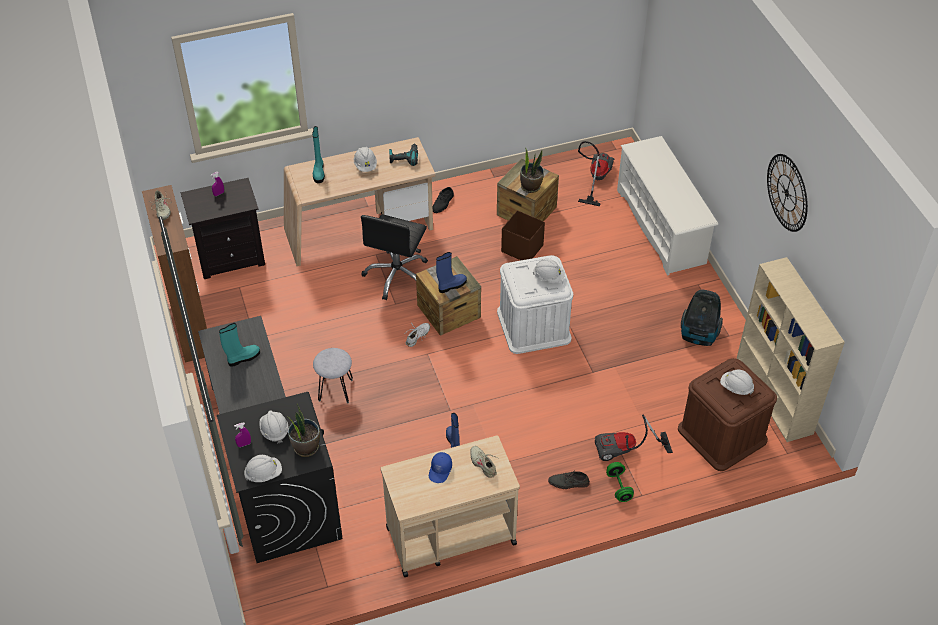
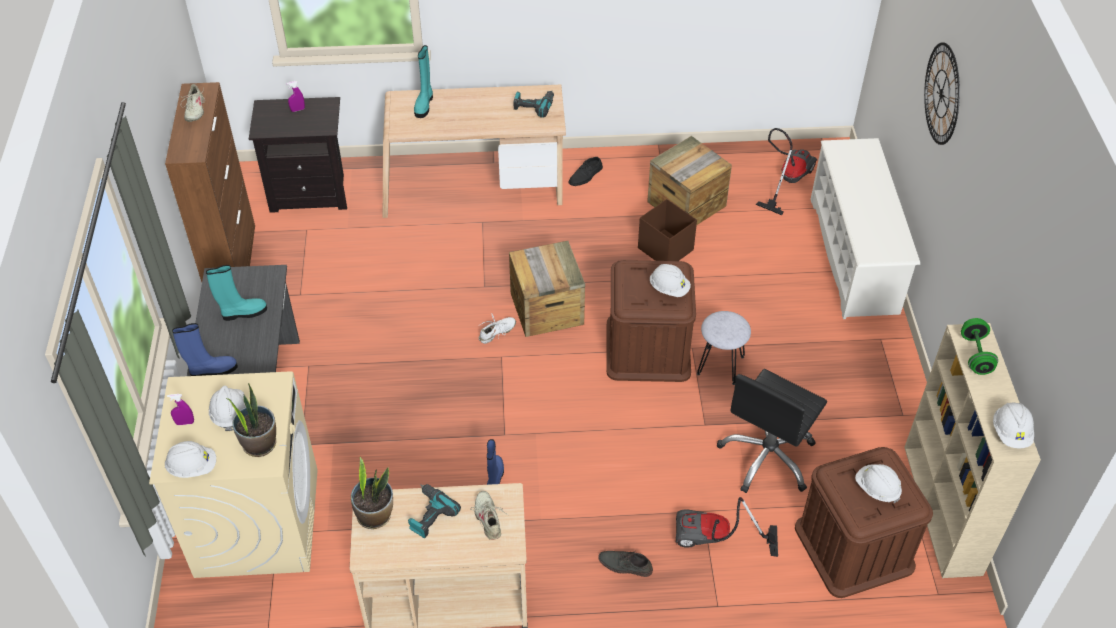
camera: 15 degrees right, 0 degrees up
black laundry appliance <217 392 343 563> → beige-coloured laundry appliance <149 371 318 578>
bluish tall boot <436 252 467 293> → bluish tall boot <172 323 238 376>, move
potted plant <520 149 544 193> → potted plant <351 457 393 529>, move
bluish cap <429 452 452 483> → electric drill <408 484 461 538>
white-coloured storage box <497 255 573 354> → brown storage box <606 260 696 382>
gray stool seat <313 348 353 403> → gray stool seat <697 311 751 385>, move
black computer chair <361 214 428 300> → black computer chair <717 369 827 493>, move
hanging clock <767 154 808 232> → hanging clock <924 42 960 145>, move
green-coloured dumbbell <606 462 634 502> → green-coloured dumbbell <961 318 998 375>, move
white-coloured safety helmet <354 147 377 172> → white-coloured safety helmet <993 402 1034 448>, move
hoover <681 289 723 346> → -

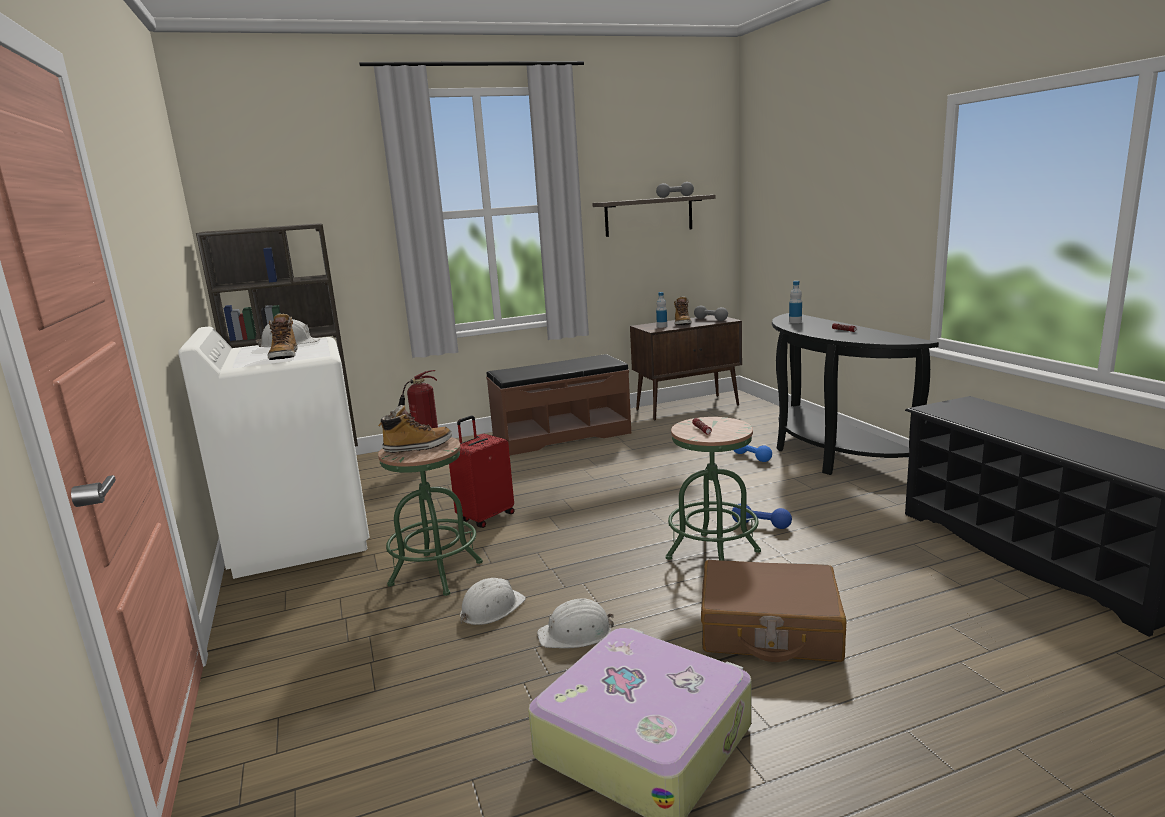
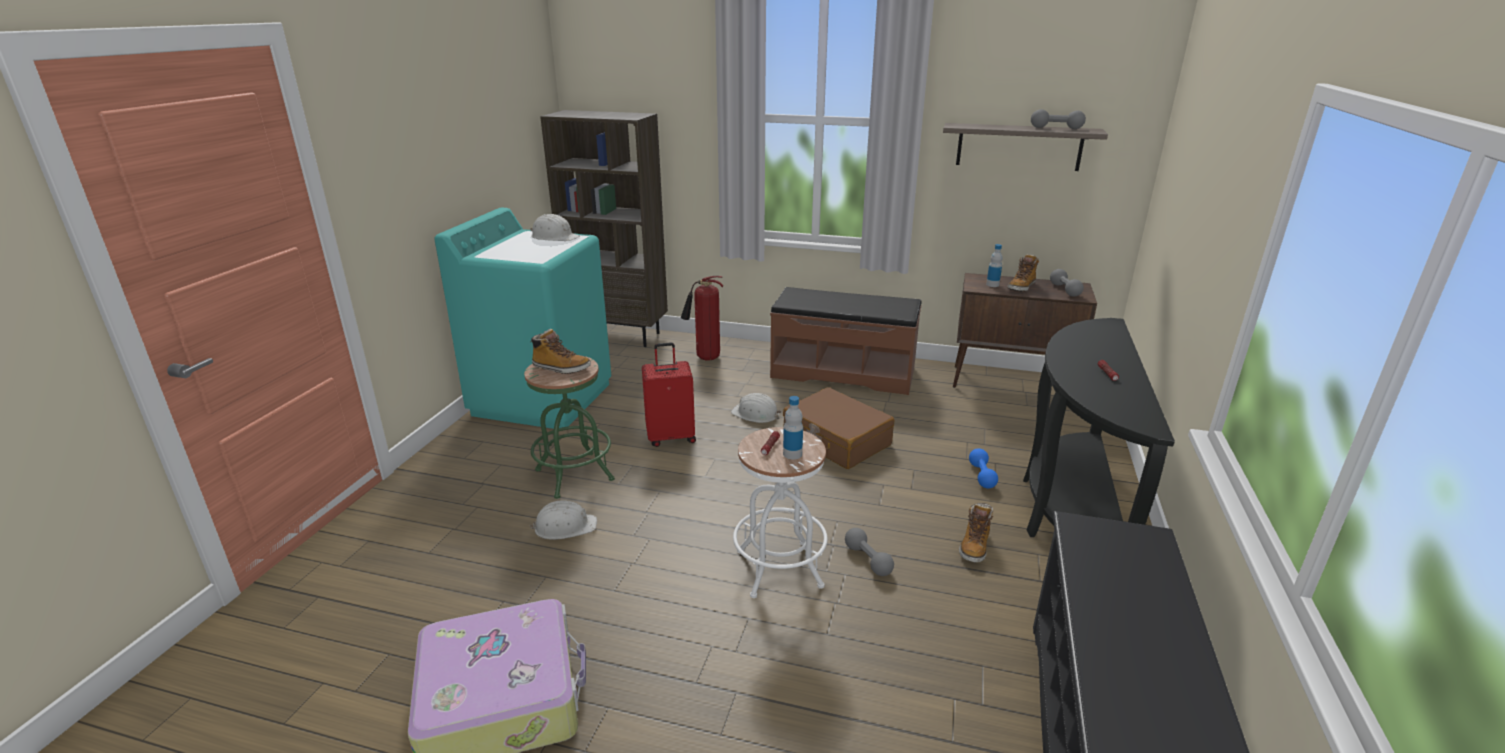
camera: 35 degrees right, 10 degrees up
white-coloured laundry appliance <178 327 369 579> → turquoise-coloured laundry appliance <434 208 611 429>
white-coloured safety helmet <537 598 614 648> → white-coloured safety helmet <731 393 782 423>, move
green-coloured stool seat <666 417 761 561> → white-coloured stool seat <733 427 828 598>
brown piece of luggage <701 560 846 662> → brown piece of luggage <783 387 894 469>, move
drink bottle <789 281 802 323> → drink bottle <783 396 803 460>, move
bluish dumbbell <732 503 792 529> → gray dumbbell <845 528 894 576>
tall boot <268 313 298 360> → tall boot <959 503 993 563>, move

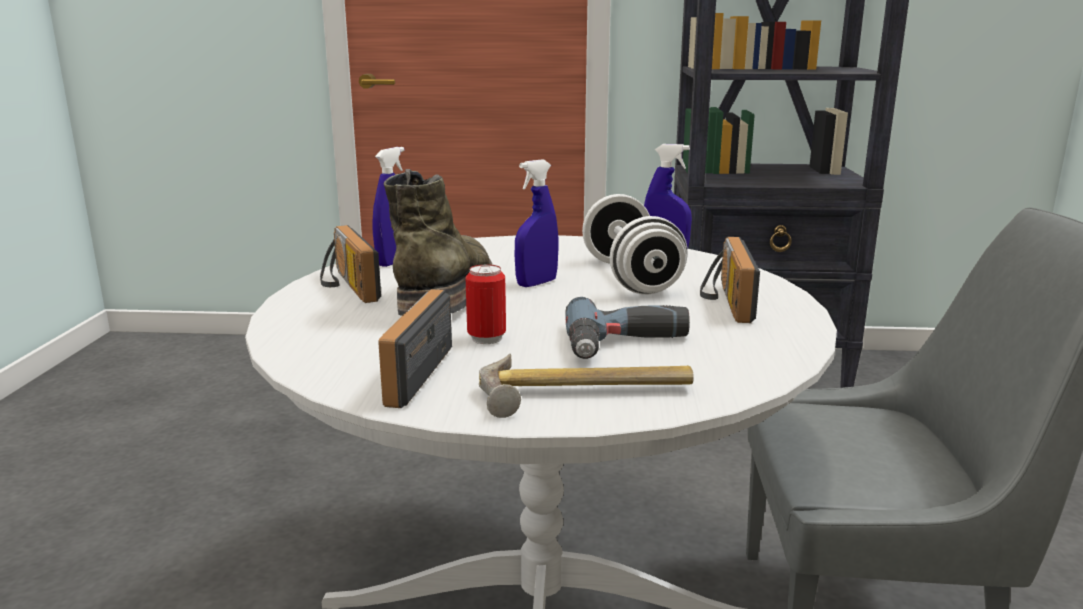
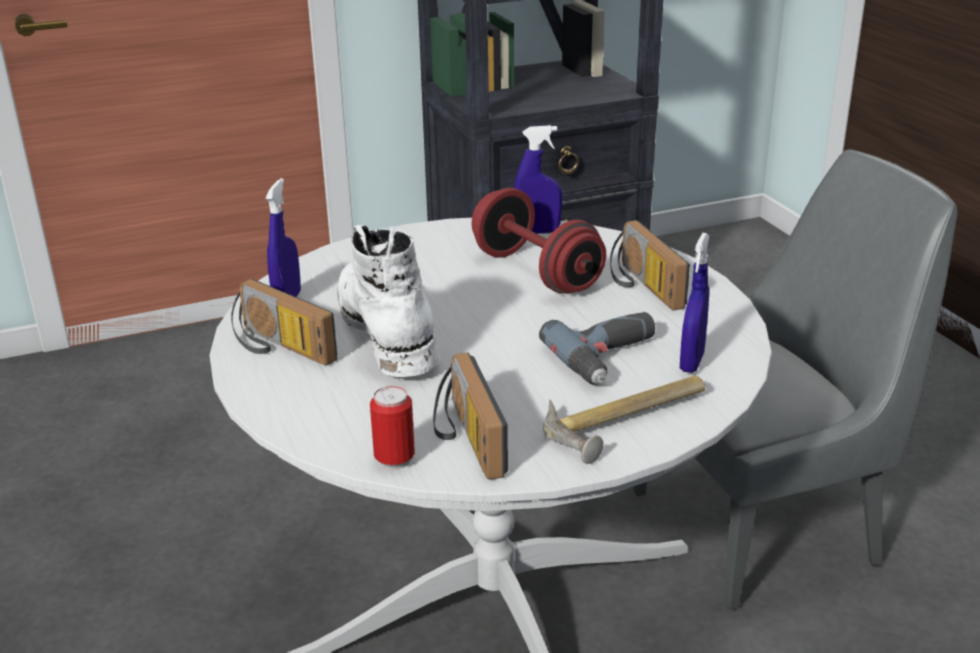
camera: 25 degrees left, 10 degrees up
green-coloured tall boot <384 169 492 316> → white-coloured tall boot <337 225 440 377>
metal can <465 264 506 344> → metal can <370 386 415 470>, move
white-coloured dumbbell <582 194 688 294> → red-coloured dumbbell <472 188 606 294>
bluish spray bottle <515 159 559 287> → bluish spray bottle <680 233 710 373>, move

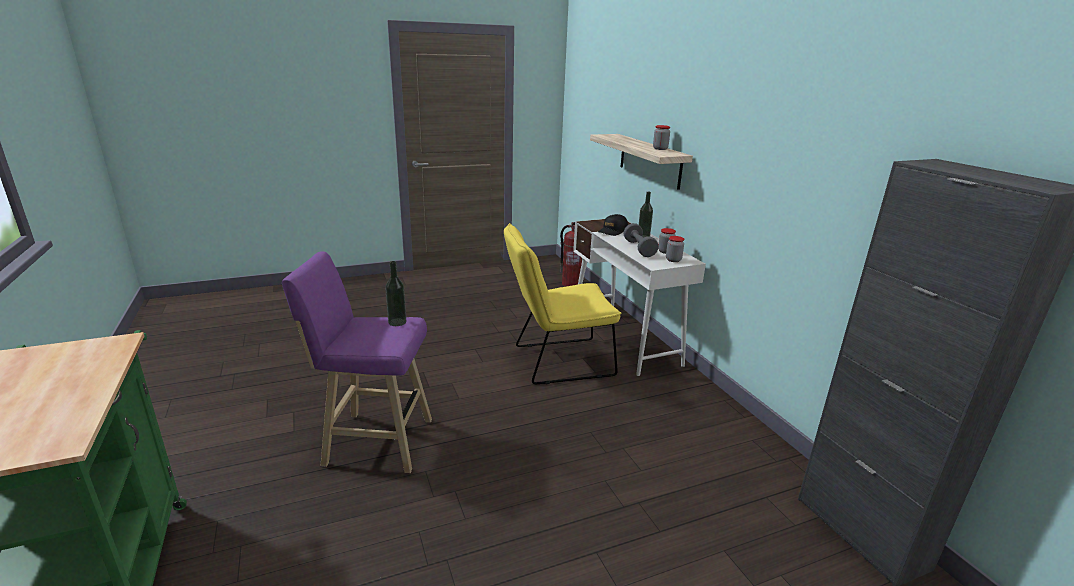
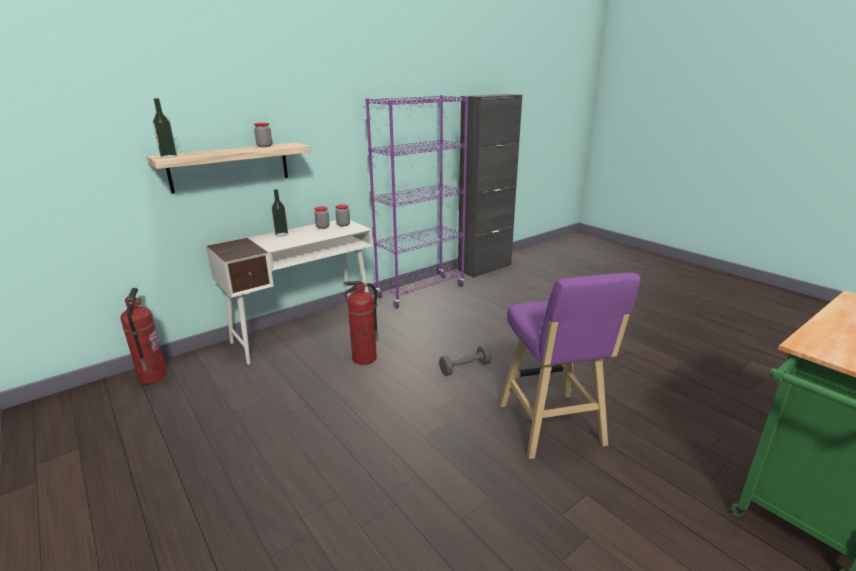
camera: 105 degrees left, 0 degrees up
drink bottle <385 261 406 326> → drink bottle <153 98 177 158>, move
yellow-coloured chair <504 223 622 384> → extinguisher <343 281 378 365>
- → purplish shelving unit <366 95 468 309>
gray dumbbell <623 223 659 257> → gray dumbbell <439 345 491 376>, move
black cap <598 214 628 236> → -

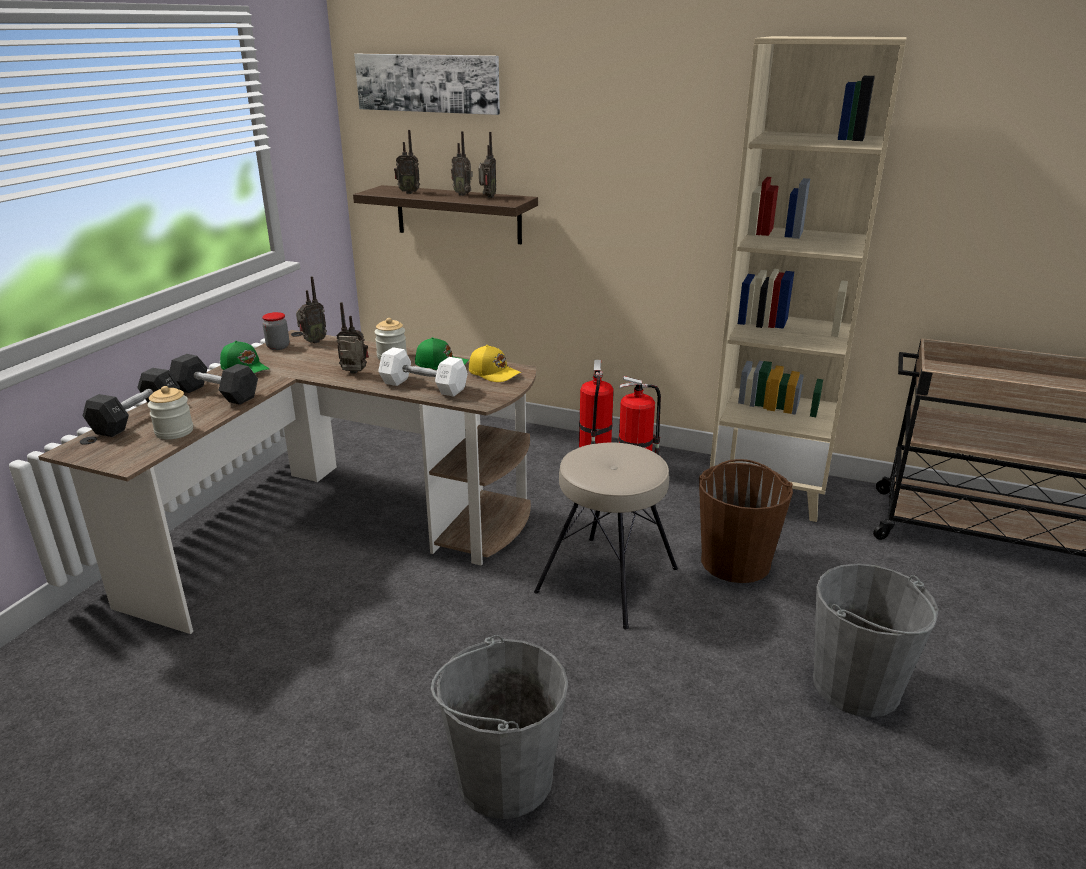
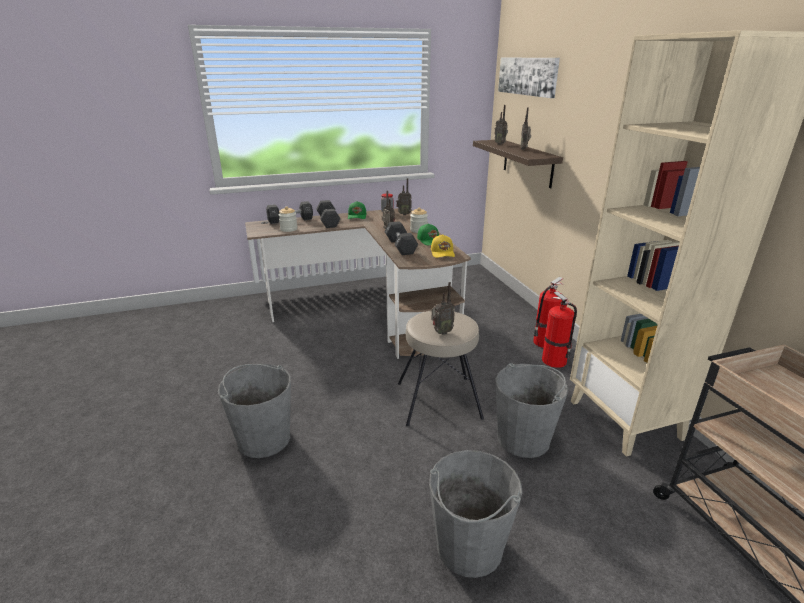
camera: 50 degrees right, 0 degrees up
white-coloured dumbbell <378 347 468 397> → black dumbbell <384 221 418 255>
radio set <479 132 496 198> → radio set <431 282 455 335>, move
brown water bucket <699 459 793 583> → gray water bucket <496 363 568 458>

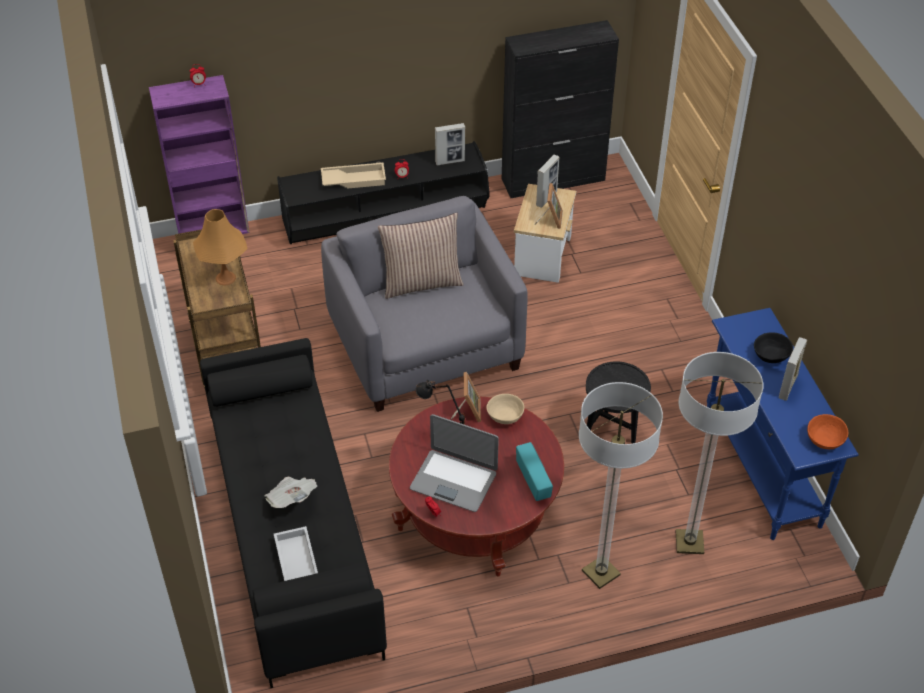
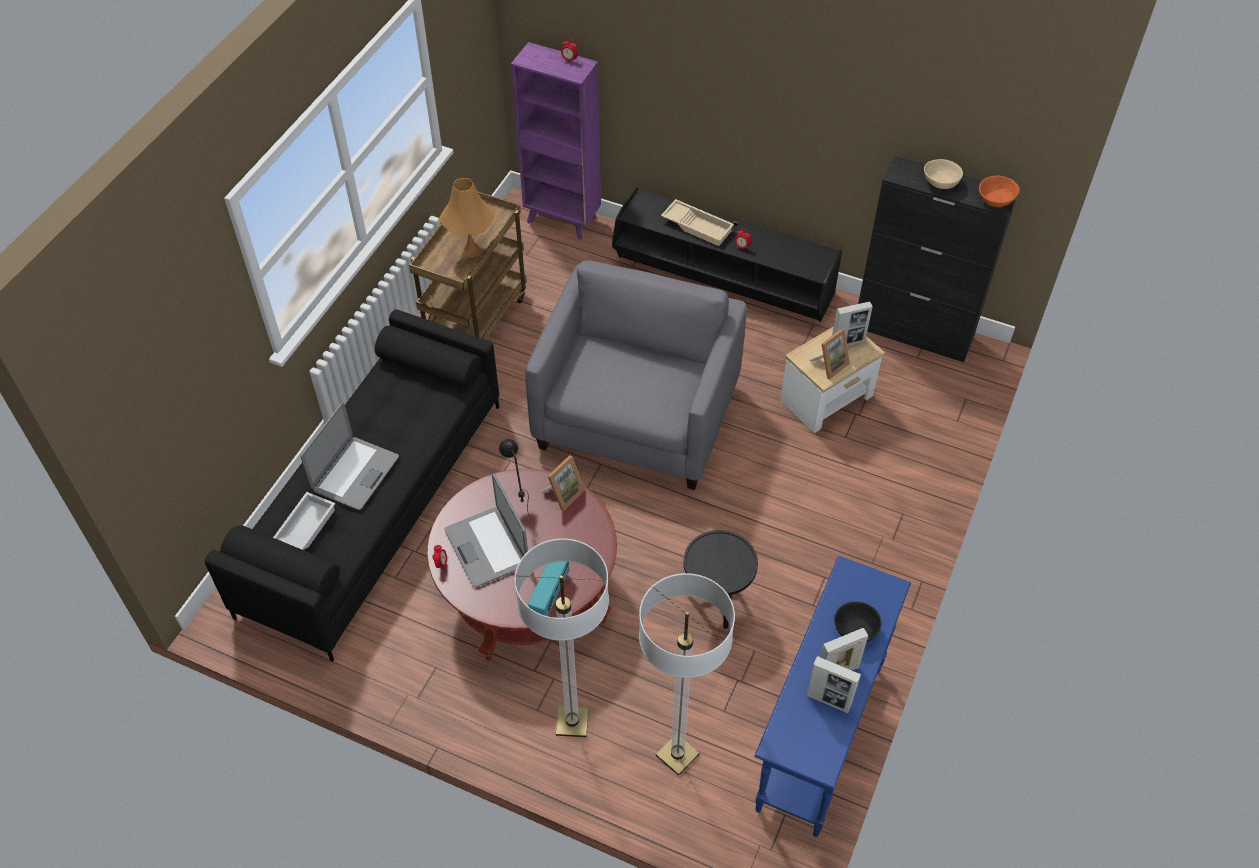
camera: 40 degrees right, 5 degrees up
printed paper <264 477 317 508> → laptop <300 403 399 510>
picture frame <435 123 465 166> → picture frame <806 656 861 713>, move
beige-coloured bowl <487 394 524 424> → beige-coloured bowl <924 159 963 189>, move
orangey bowl <807 414 848 449> → orangey bowl <979 176 1020 207>, move
cushion <378 213 463 299> → -

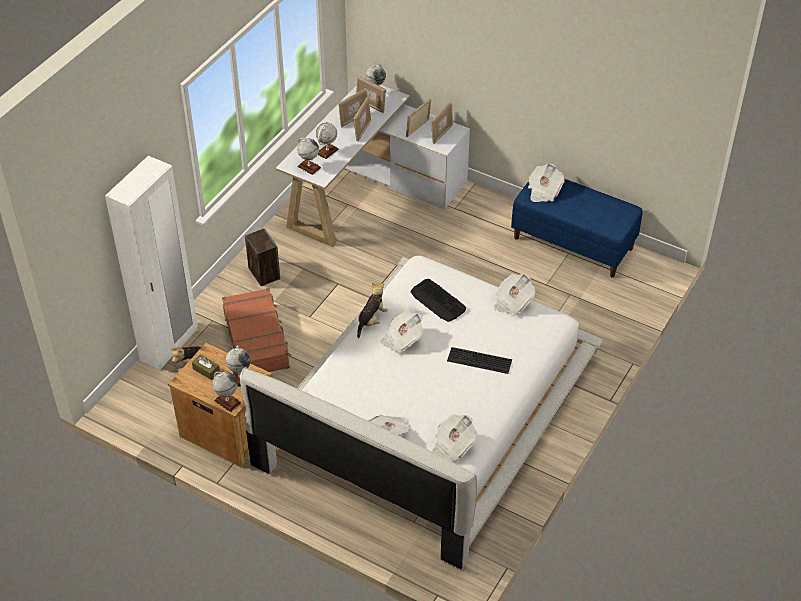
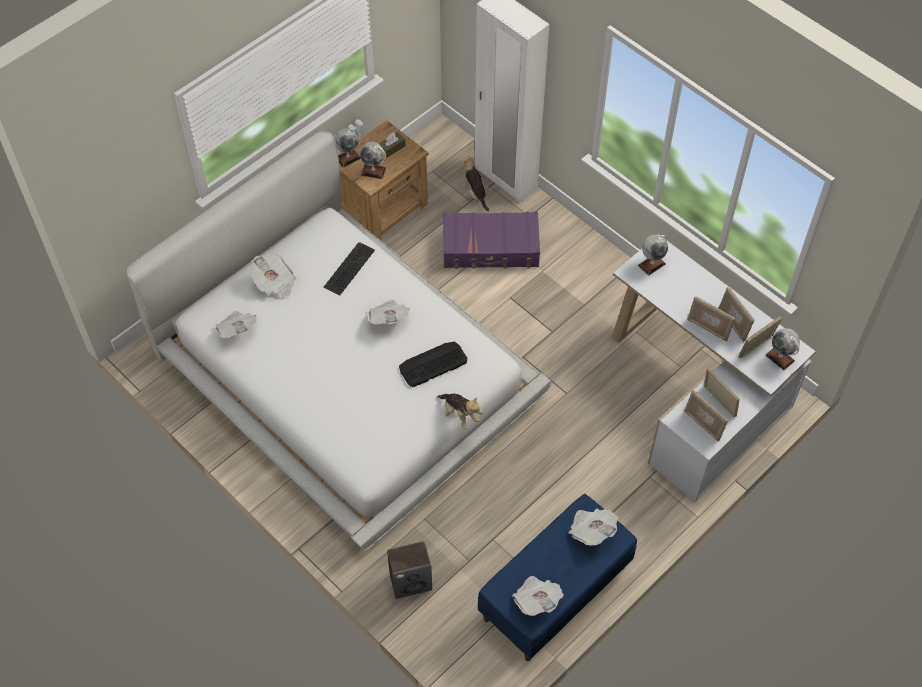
camera: 105 degrees right, 10 degrees up
keyboard <447 347 512 374> → keyboard <323 242 375 295>, move
speaker <245 228 280 286> → speaker <387 541 432 599>, move
soft toy <357 283 388 338> → soft toy <437 394 483 429>, move
brown piece of luggage <222 288 292 372> → purplish piece of luggage <443 212 540 269>
printed paper <494 274 535 315> → printed paper <512 576 564 616>, move
world globe <316 123 339 159> → -

